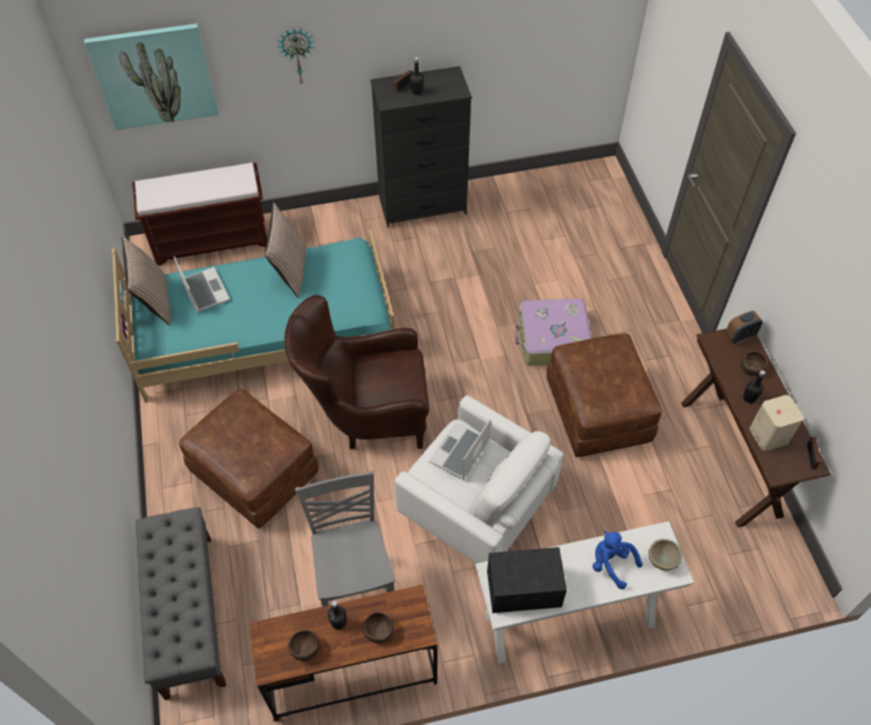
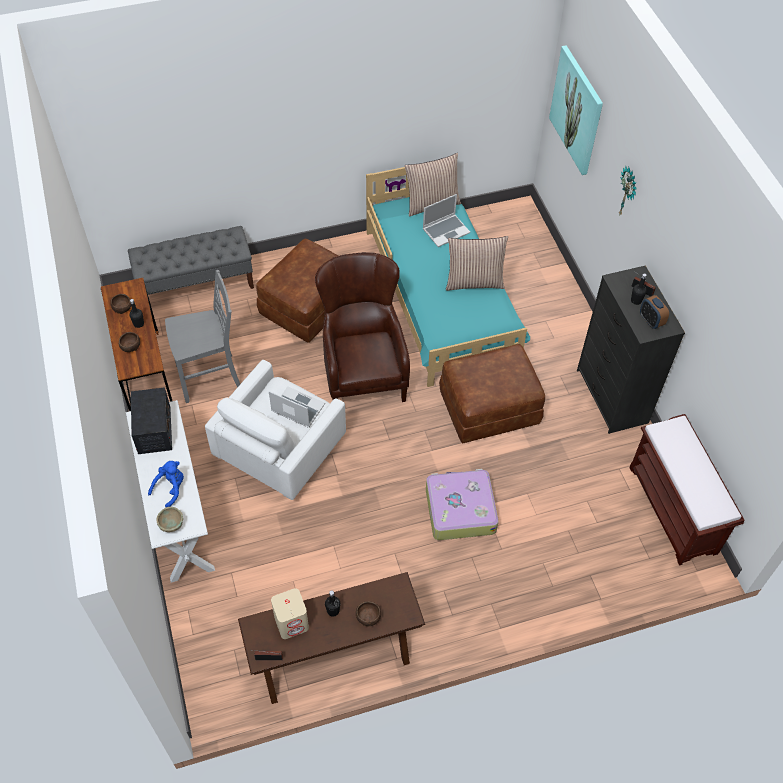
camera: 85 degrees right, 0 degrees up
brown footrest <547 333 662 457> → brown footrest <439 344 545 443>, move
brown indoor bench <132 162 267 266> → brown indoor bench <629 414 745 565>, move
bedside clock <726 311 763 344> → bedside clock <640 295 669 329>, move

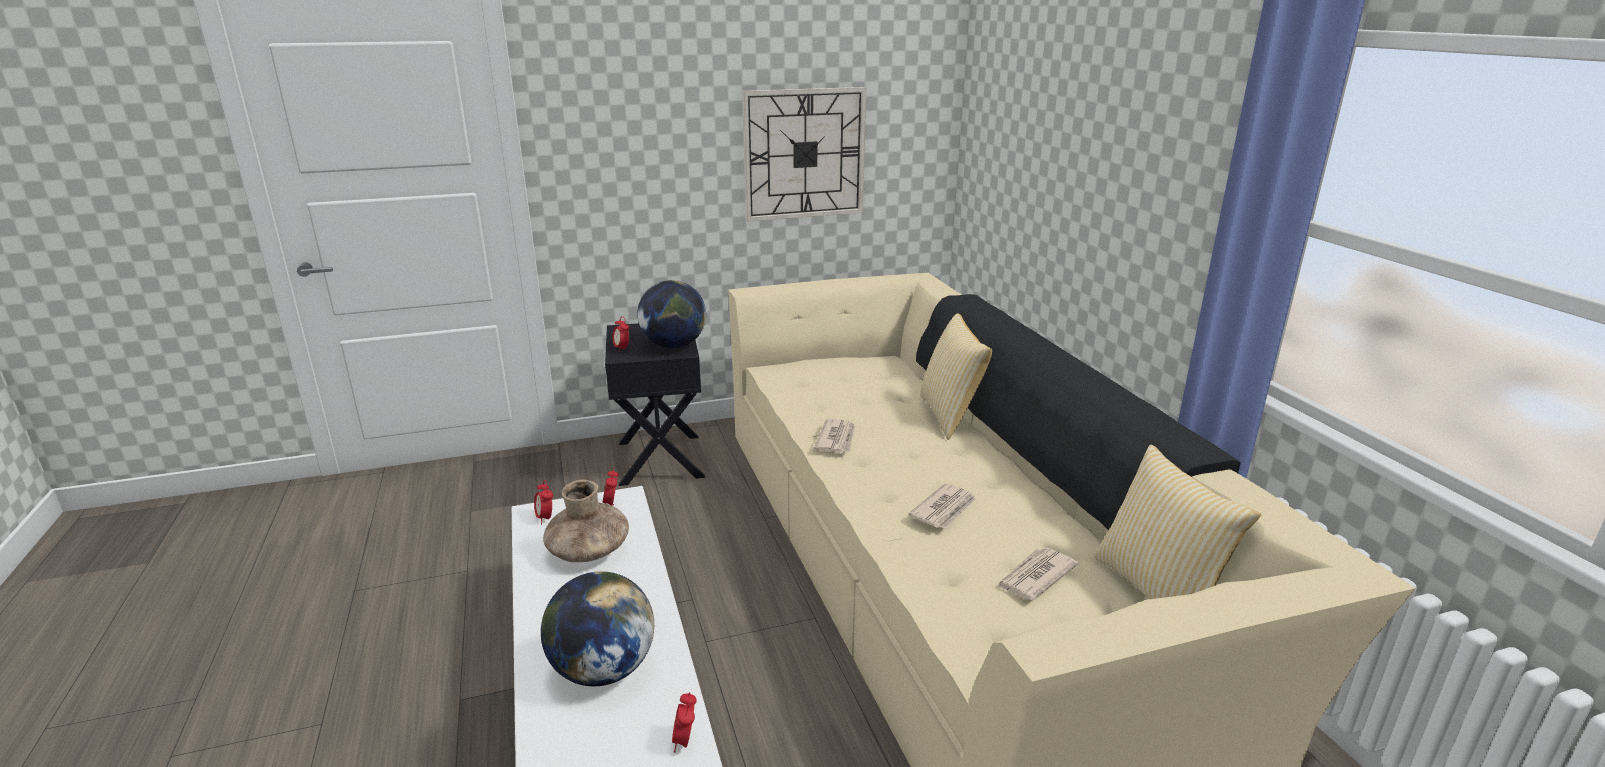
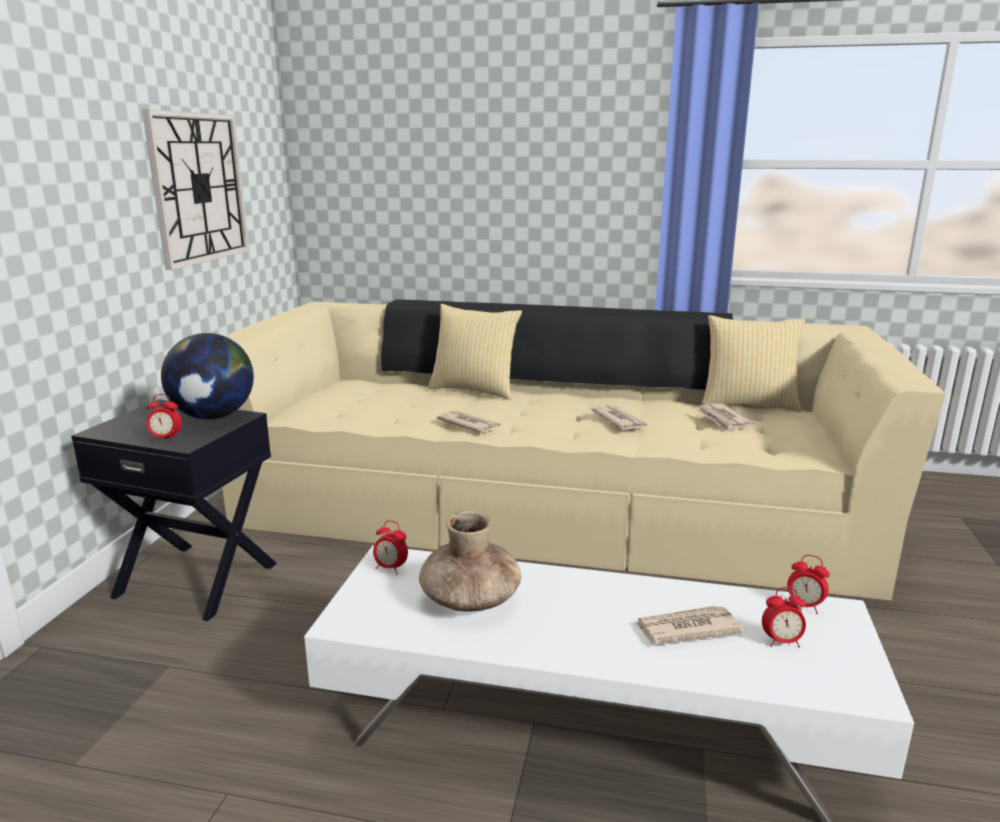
camera: 60 degrees left, 5 degrees down
world globe <541 571 654 686> → printed paper <635 605 744 645>
bedside clock <534 480 553 525> → bedside clock <762 587 806 647>, move

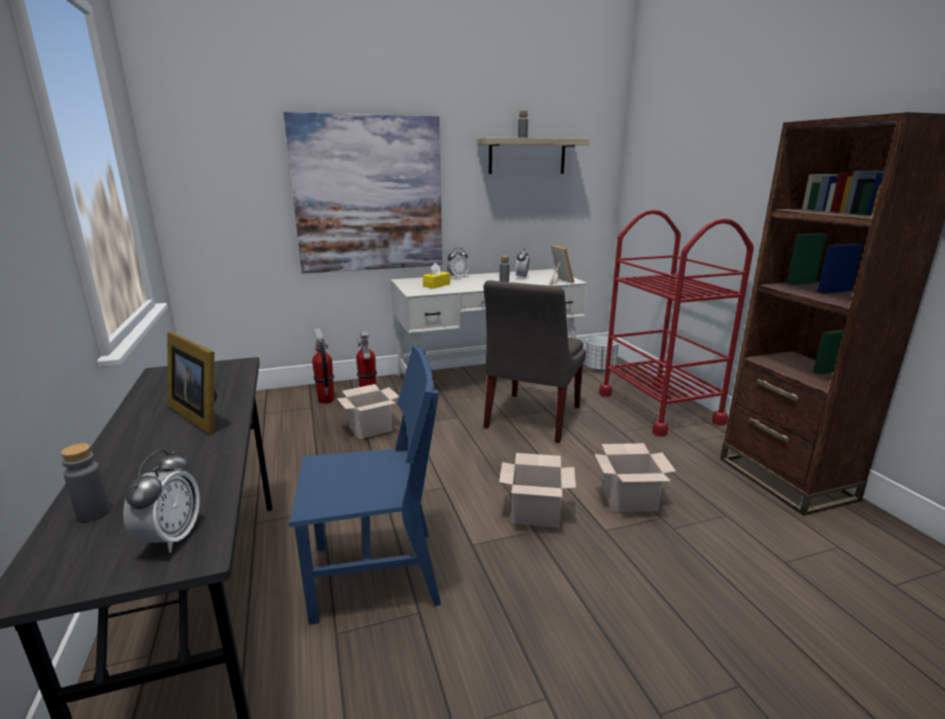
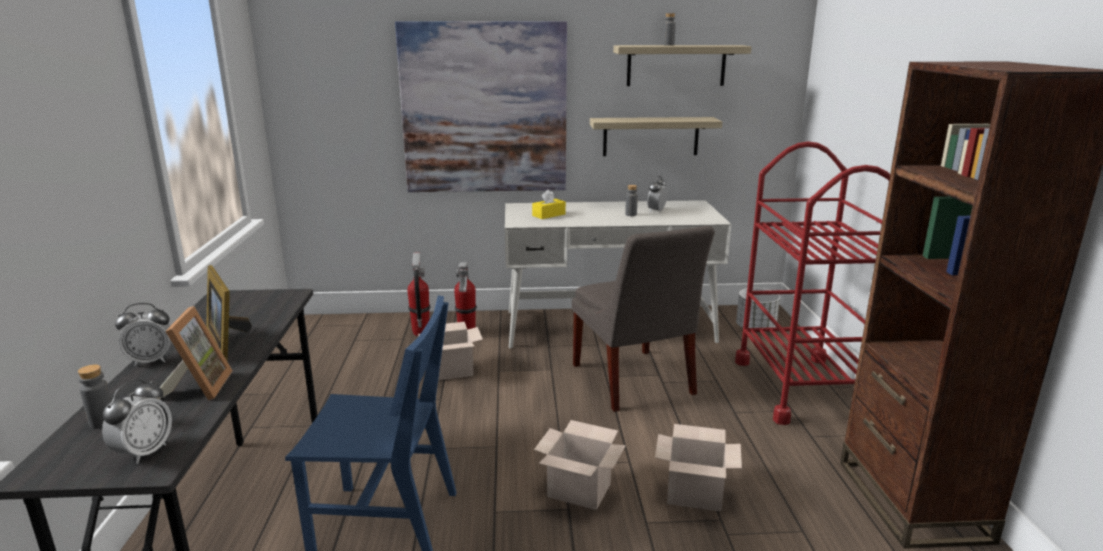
camera: 15 degrees right, 0 degrees up
bedside clock <446 248 469 279> → bedside clock <115 303 172 366>, move
picture frame <550 245 574 285> → picture frame <157 306 233 401>, move
gray chair <483 280 586 443> → gray chair <572 226 715 412>, 60 degrees counterclockwise
- → shelf <590 117 722 156>

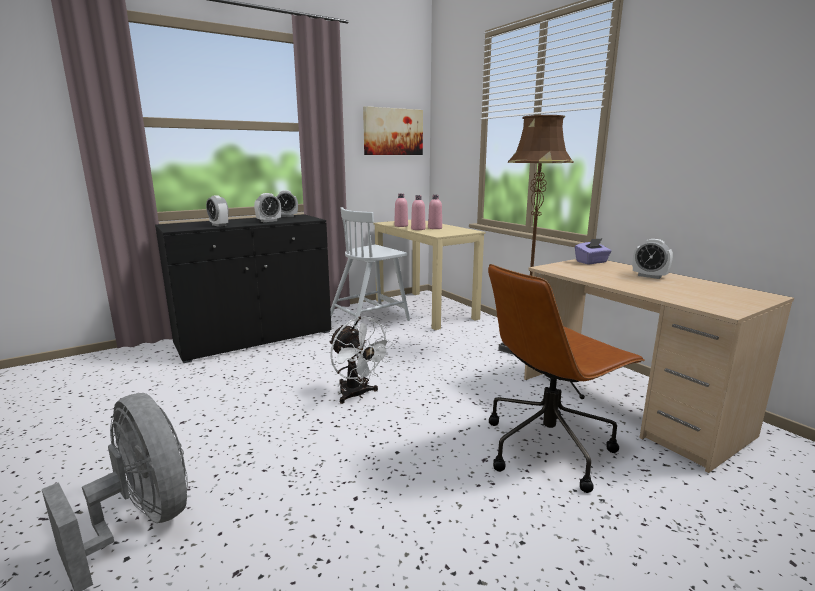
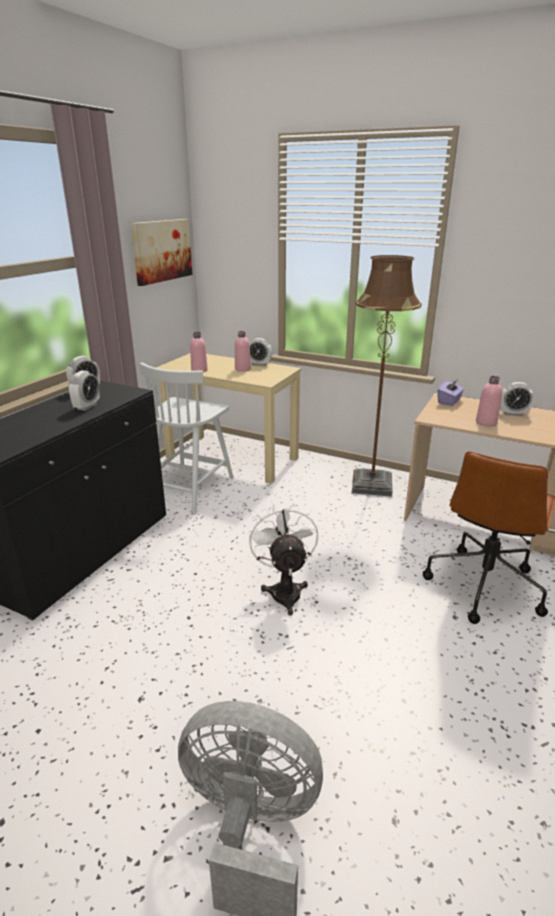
camera: 30 degrees left, 10 degrees up
white-coloured fan <329 317 394 404> → white-coloured fan <248 504 318 616>, 120 degrees counterclockwise
bedside clock <206 195 229 227> → bedside clock <250 338 272 366>, move
pink-coloured drink bottle <411 195 425 230> → pink-coloured drink bottle <476 376 502 427>, move

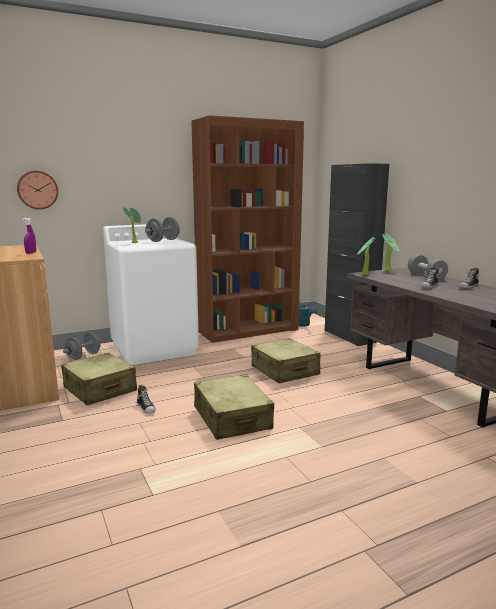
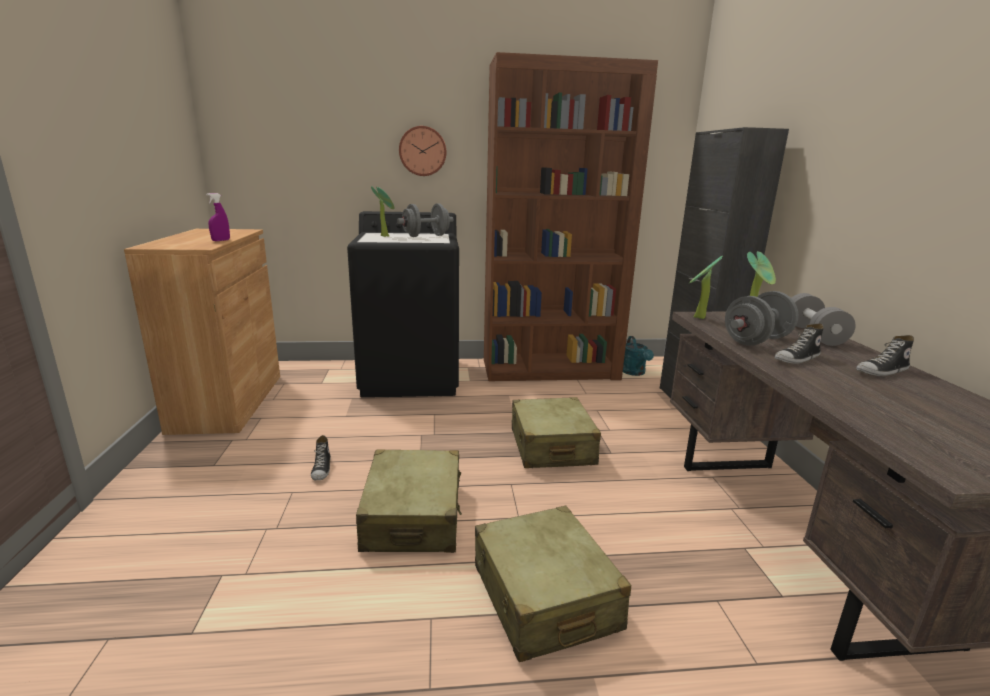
camera: 20 degrees right, 5 degrees up
white-coloured laundry appliance <103 224 199 365> → black laundry appliance <347 211 459 398>
hanging clock <17 171 58 210> → hanging clock <399 126 446 176>, move
beige-coloured piece of luggage <61 353 137 405> → beige-coloured piece of luggage <475 506 631 662>, move
gray dumbbell <63 332 101 360> → gray dumbbell <725 291 799 346>, move

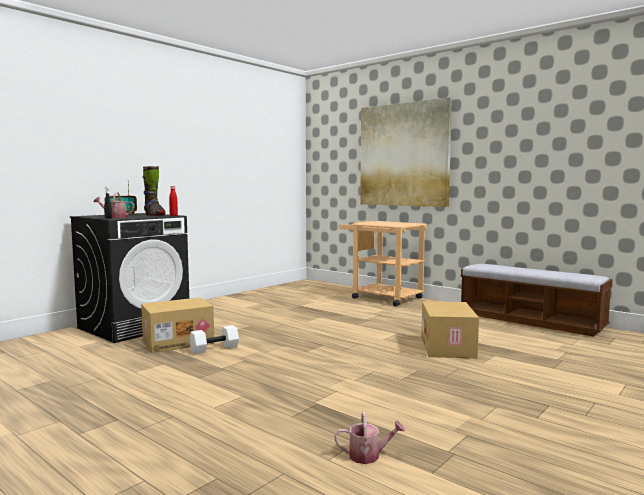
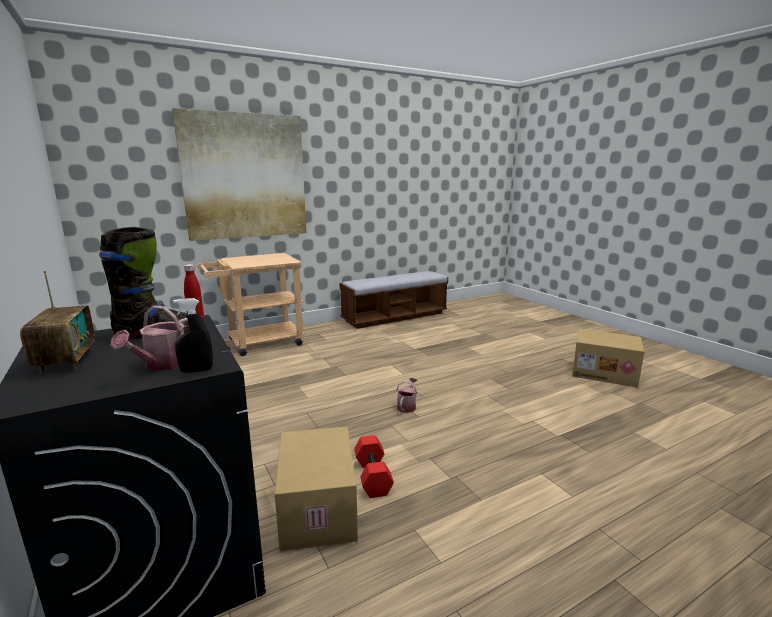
camera: 70 degrees left, 10 degrees up
white-coloured dumbbell <189 325 239 354> → red-coloured dumbbell <354 435 394 498>
watering pot <334 412 405 464> → watering pot <396 378 417 413>, move
cardboard box <421 301 479 358> → cardboard box <572 329 644 388>, move

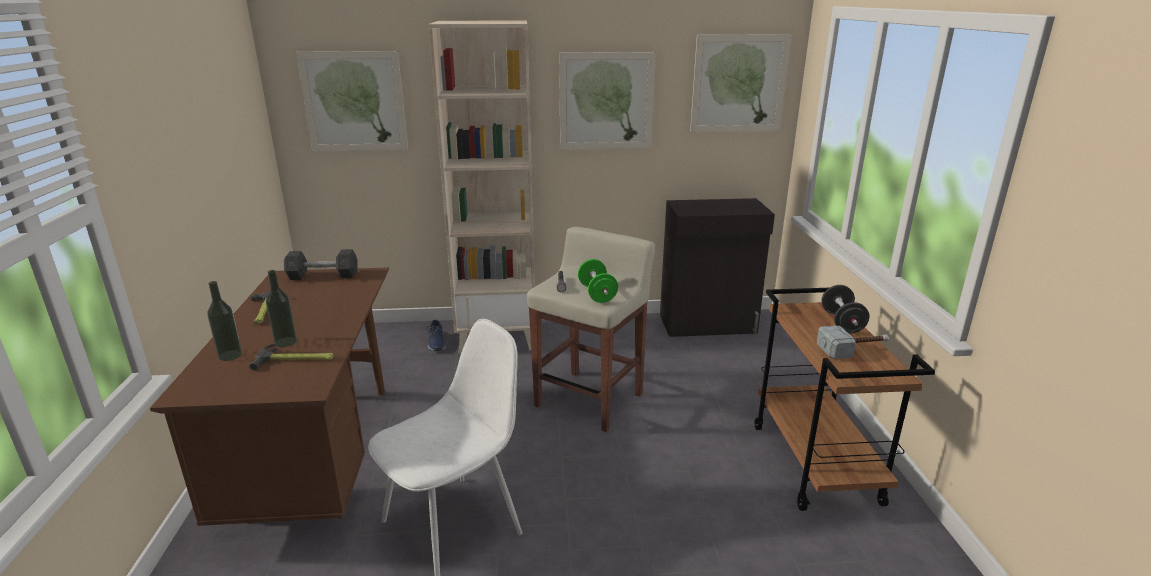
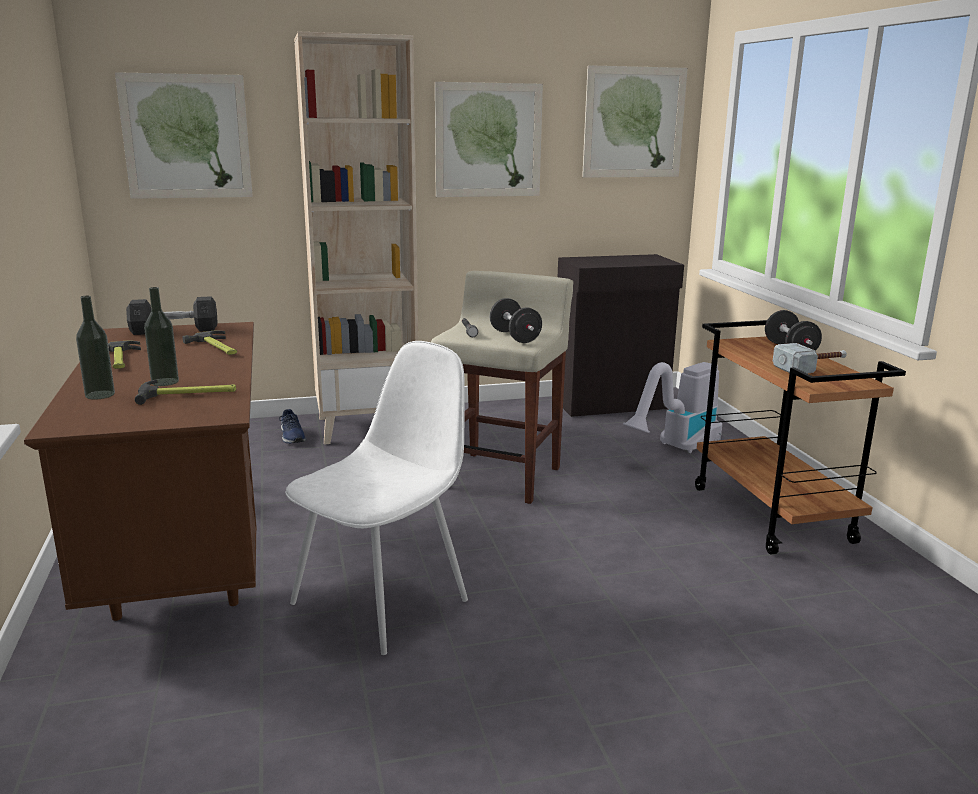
camera: 10 degrees left, 5 degrees down
- → hammer <182 331 237 355>
green-coloured dumbbell <578 259 618 303> → black dumbbell <489 298 542 343>
- → hoover <623 362 722 453>

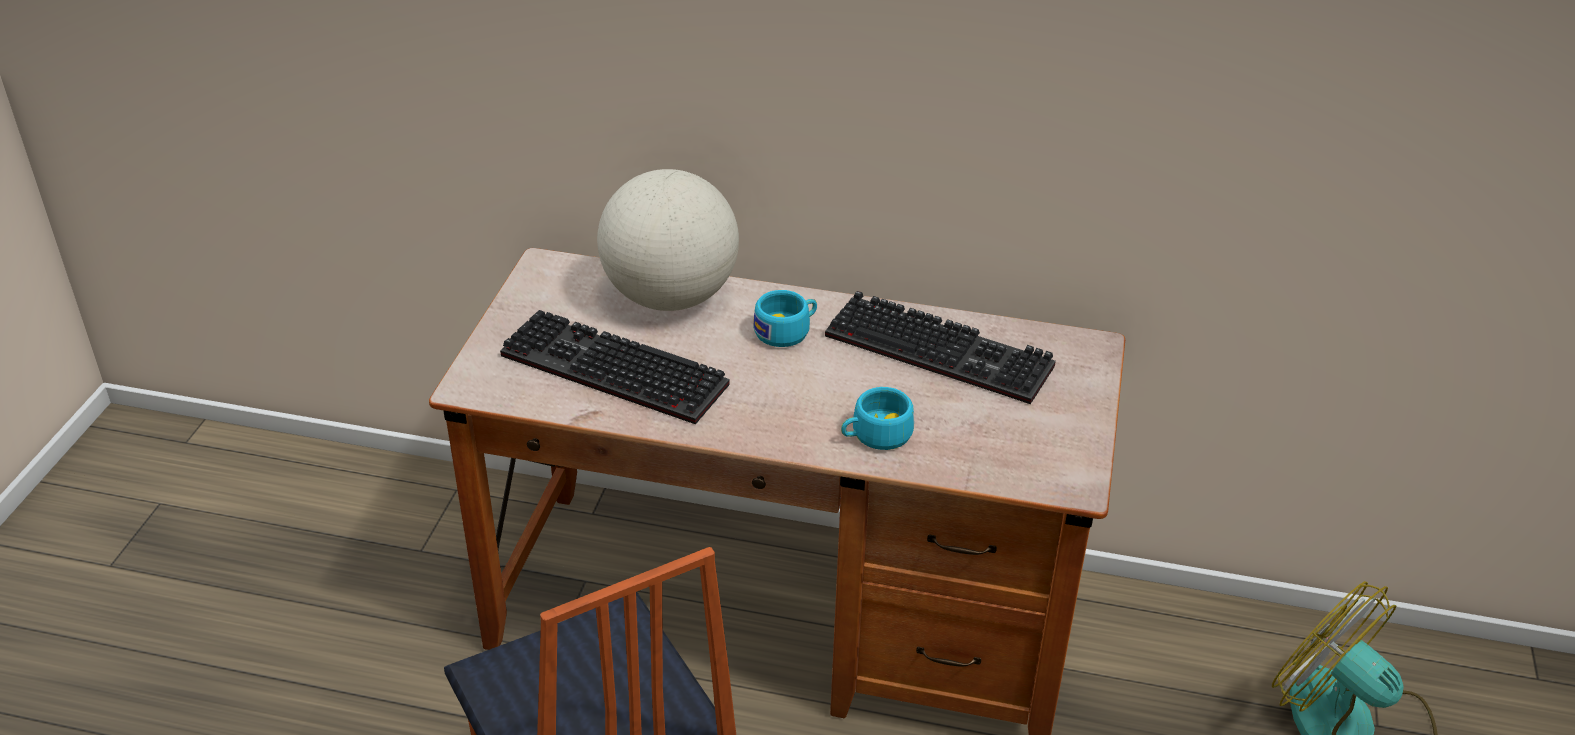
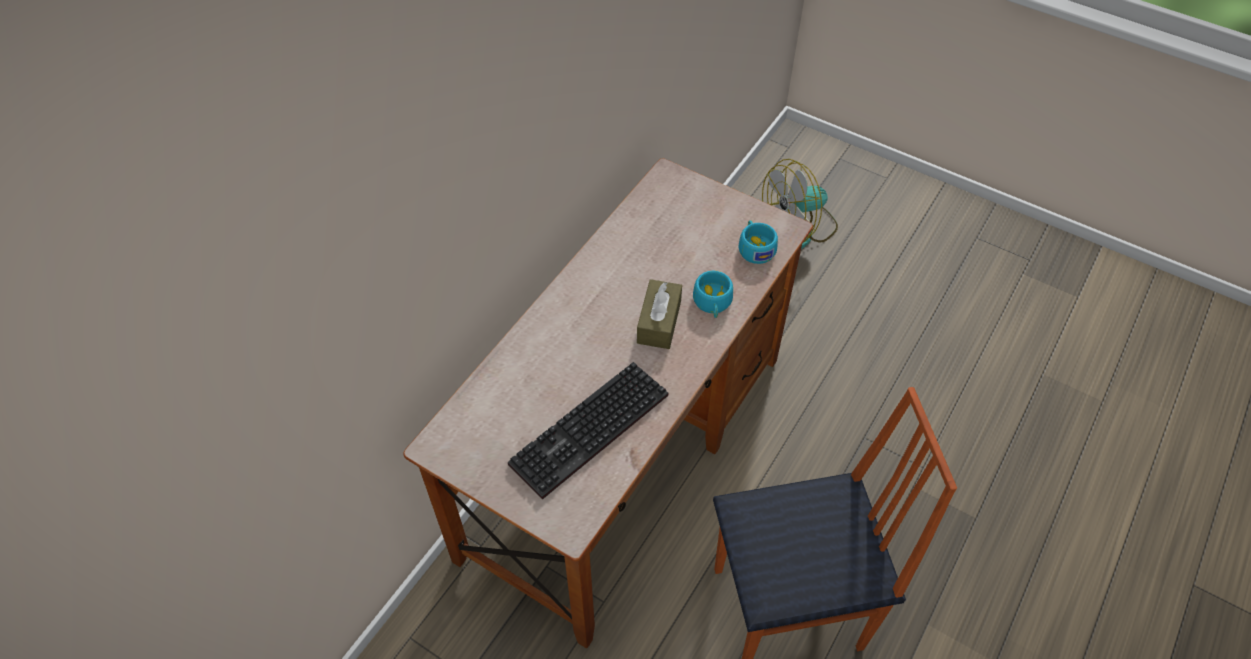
camera: 70 degrees left, 15 degrees up
- → brown tissue holder <637 279 682 349>
turquoise-coloured drinking cup <753 290 817 347> → turquoise-coloured drinking cup <738 220 778 264>, move
world globe <597 169 739 311> → -
keyboard <825 291 1056 404> → -

